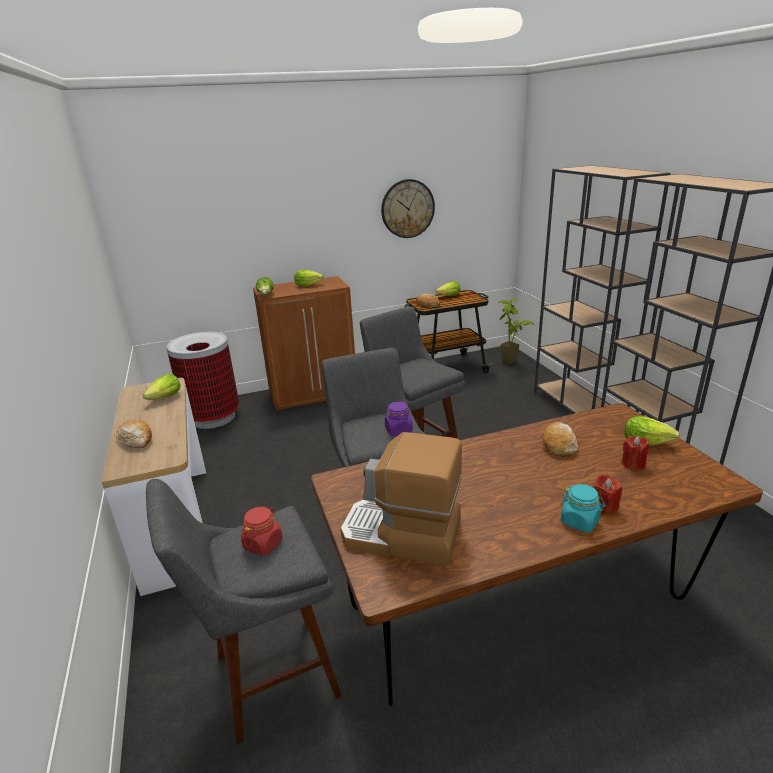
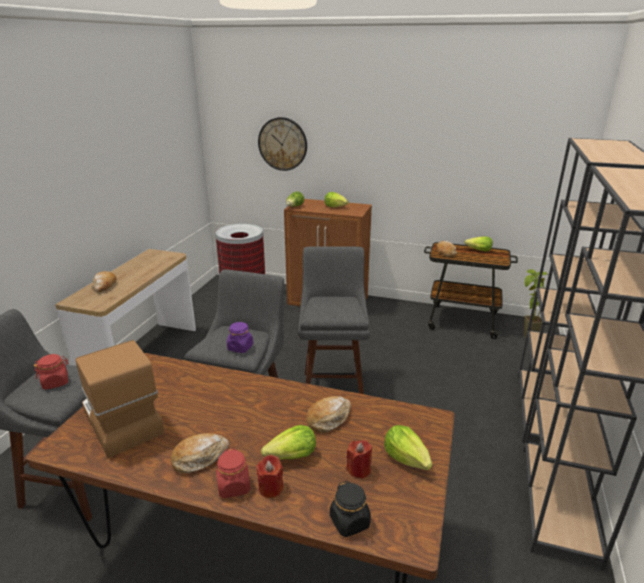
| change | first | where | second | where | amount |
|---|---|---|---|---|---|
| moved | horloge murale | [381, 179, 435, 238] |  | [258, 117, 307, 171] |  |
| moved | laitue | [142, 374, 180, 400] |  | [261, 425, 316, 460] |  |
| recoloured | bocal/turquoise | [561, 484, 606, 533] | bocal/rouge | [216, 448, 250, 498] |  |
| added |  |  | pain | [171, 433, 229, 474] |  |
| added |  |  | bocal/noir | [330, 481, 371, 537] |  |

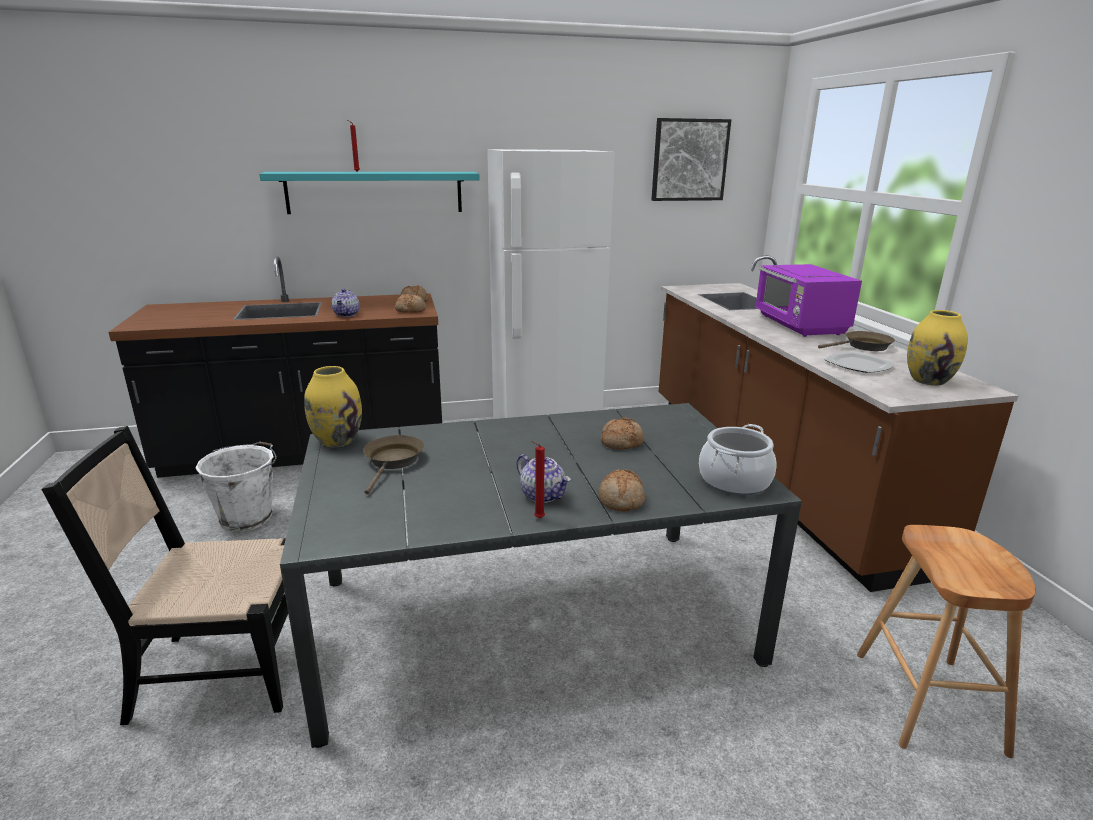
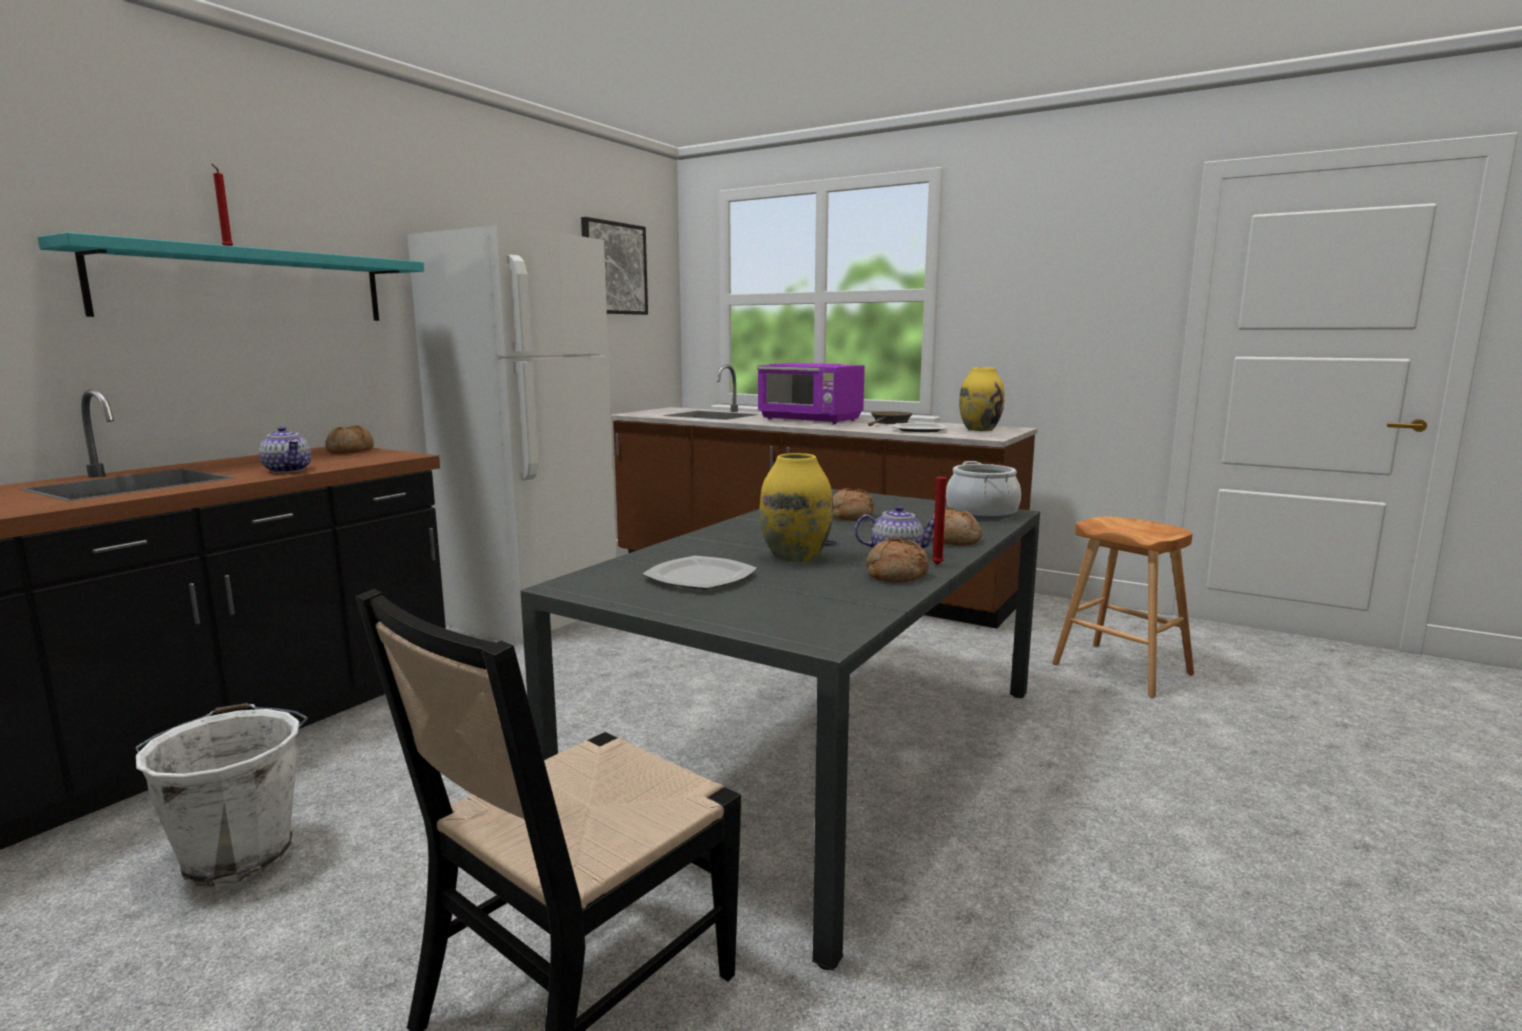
| change | first | where | second | where | amount |
|---|---|---|---|---|---|
| moved | pain | [395, 293, 426, 313] |  | [866, 538, 929, 583] |  |
| moved | vase/jaune | [304, 366, 362, 447] |  | [760, 453, 833, 562] |  |
| replaced | poêle/marron | [363, 435, 424, 494] | assiette | [643, 556, 757, 589] |  |

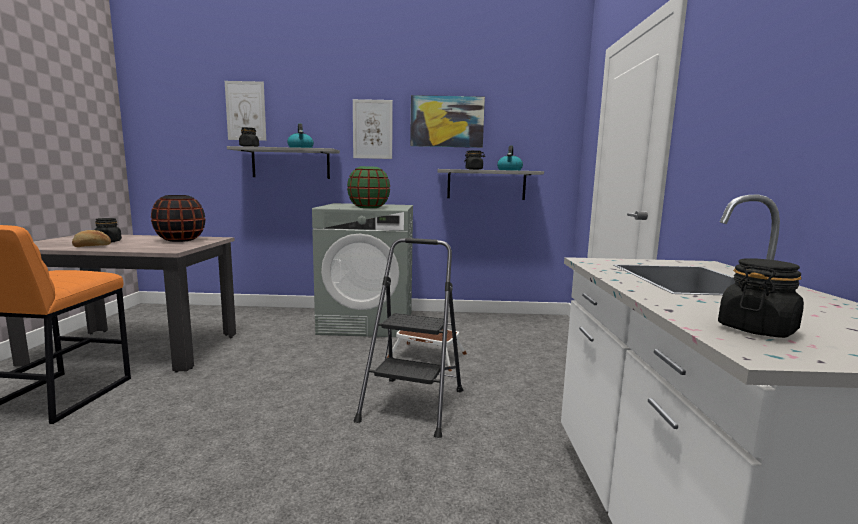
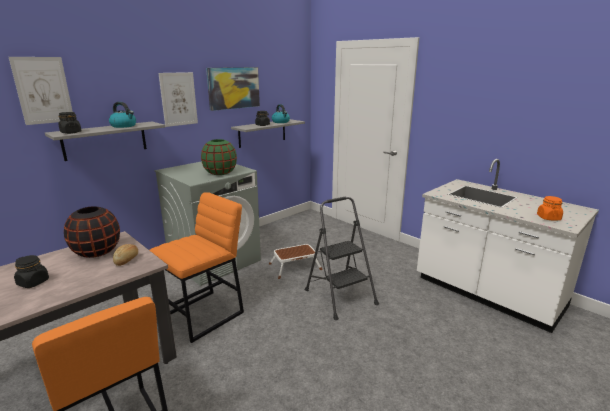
| change | first | where | second | where | amount |
|---|---|---|---|---|---|
| moved | pain | [72, 230, 111, 247] |  | [113, 244, 138, 266] |  |
| recoloured | bocal/noir | [718, 258, 804, 338] | bocal/orange | [537, 196, 563, 220] |  |
| added |  |  | chaise/orange | [150, 192, 244, 343] |  |

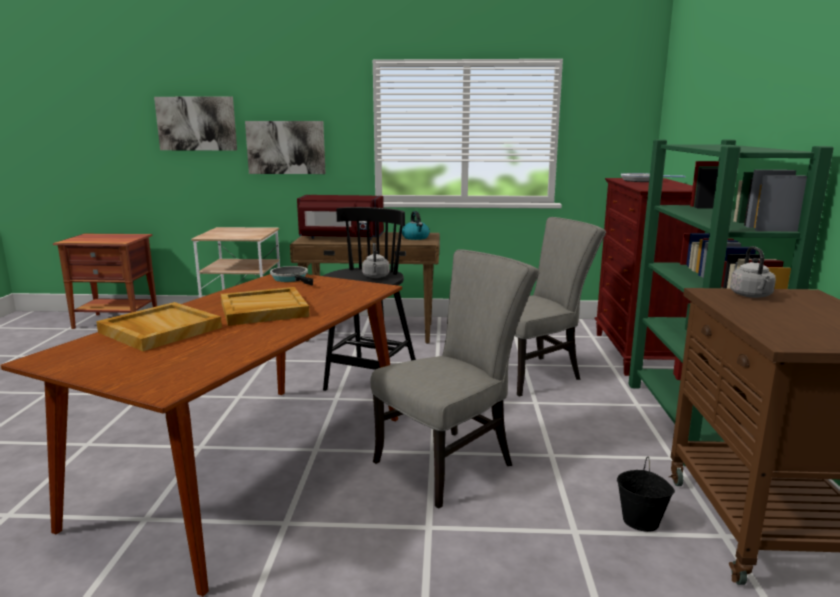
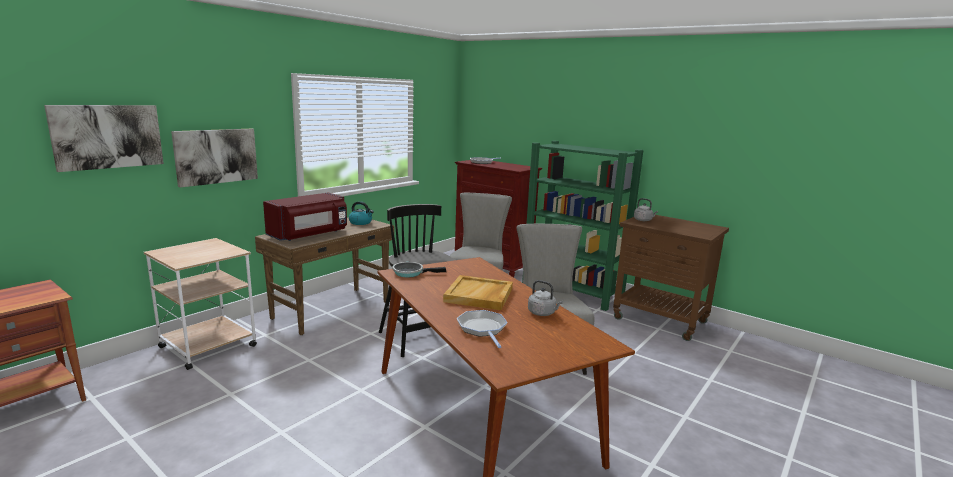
| change | first | where | second | where | amount |
|---|---|---|---|---|---|
| moved | bouilloire/gris | [362, 243, 390, 278] |  | [528, 280, 563, 316] |  |
| replaced | plateau/beige | [96, 302, 222, 351] | poêle | [457, 310, 507, 348] |  |
| removed | seau/noir | [617, 456, 675, 532] |  |  |  |

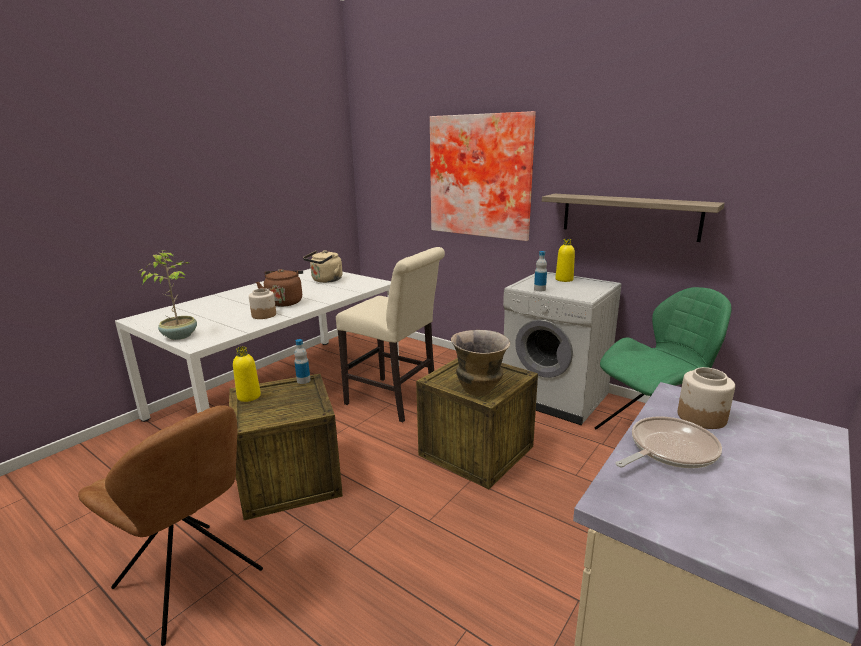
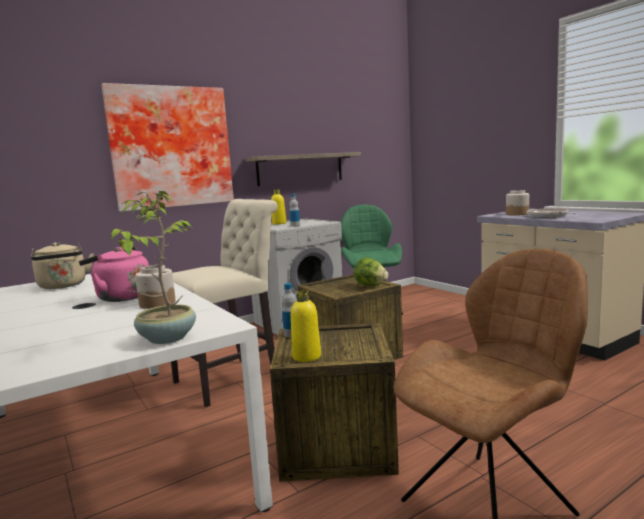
| change | first | where | second | where | amount |
|---|---|---|---|---|---|
| recoloured | bouilloire/marron | [256, 269, 303, 307] | bouilloire/rose | [79, 246, 149, 302] |  |
| replaced | vase | [451, 330, 510, 396] | laitue | [354, 258, 388, 286] |  |

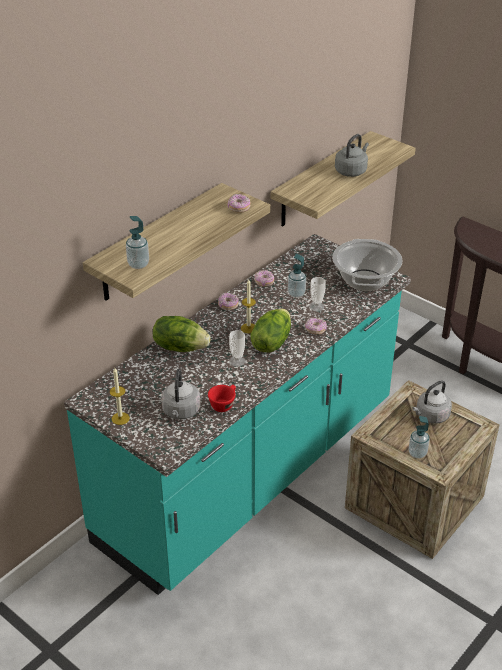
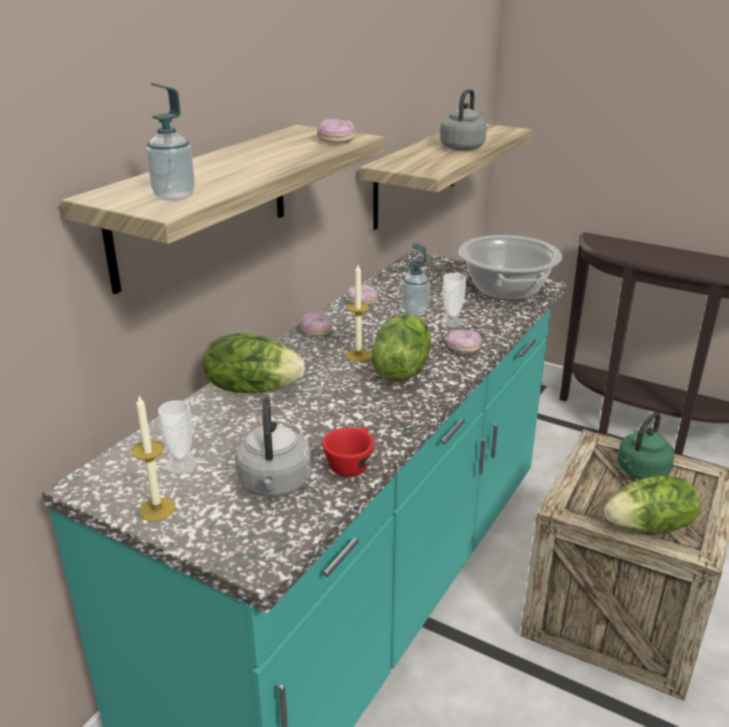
| change | first | where | second | where | amount |
|---|---|---|---|---|---|
| moved | tasse | [229, 330, 245, 367] |  | [158, 400, 197, 474] |  |
| recoloured | bouilloire/gris | [412, 380, 452, 424] | bouilloire/vert | [617, 412, 674, 479] |  |
| replaced | distributeur de savon | [409, 416, 430, 459] | laitue | [605, 475, 701, 533] |  |

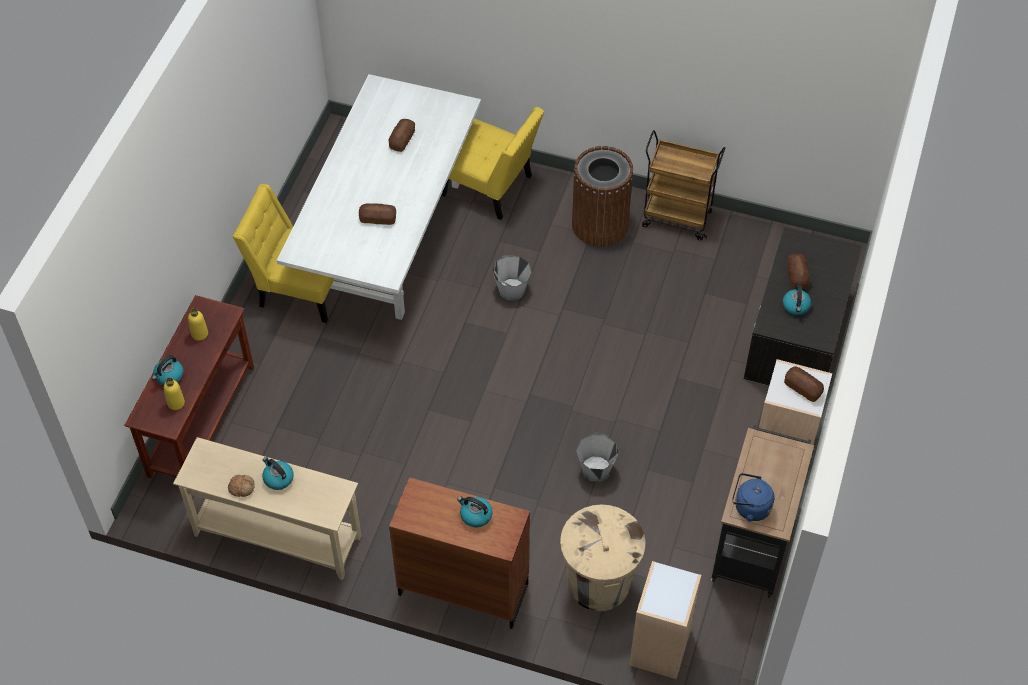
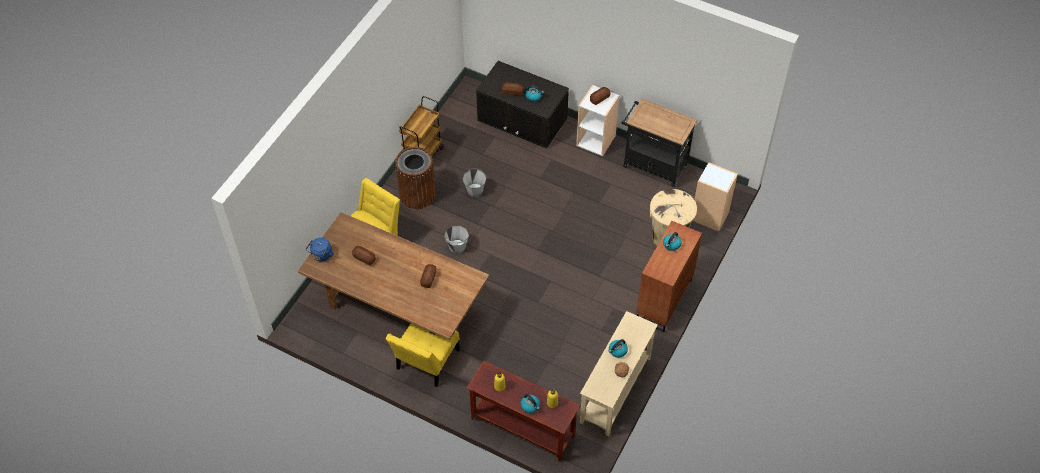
| change | first | where | second | where | amount |
|---|---|---|---|---|---|
| recoloured | table à manger/blanc | [277, 74, 481, 320] | table à manger/marron | [298, 212, 489, 340] |  |
| moved | seau/gris | [576, 432, 619, 482] |  | [463, 168, 486, 197] |  |
| moved | bouilloire/bleu | [732, 473, 775, 522] |  | [306, 237, 334, 261] |  |

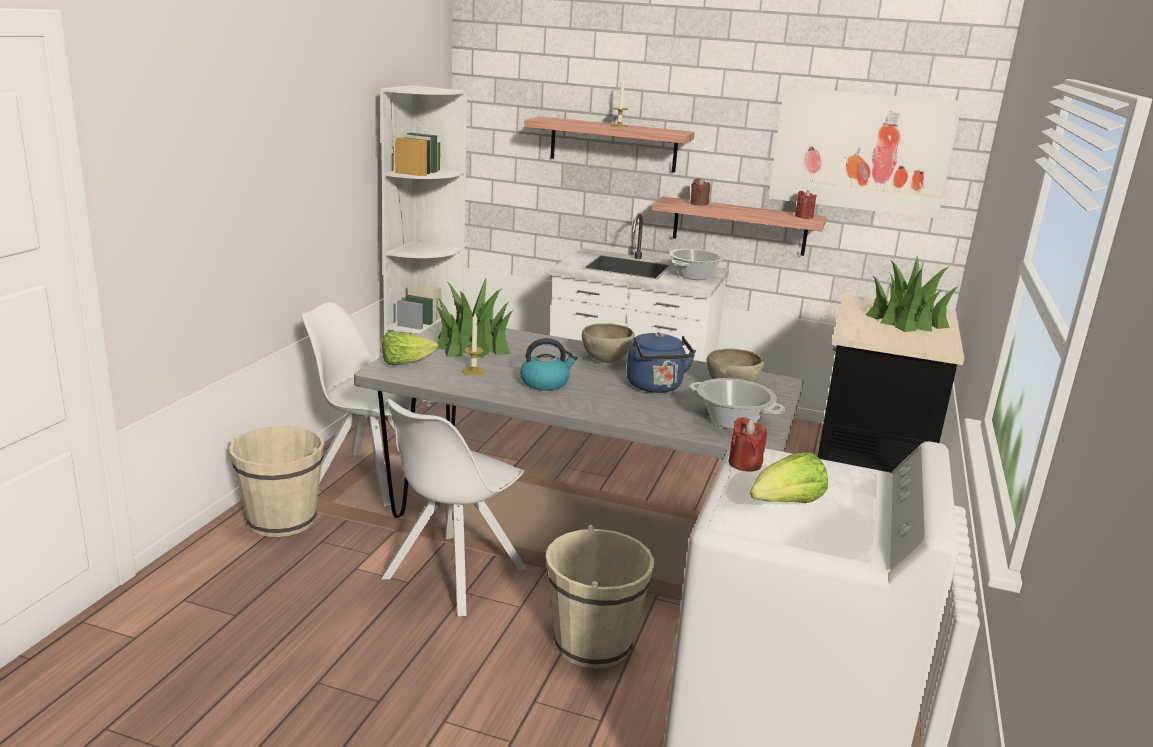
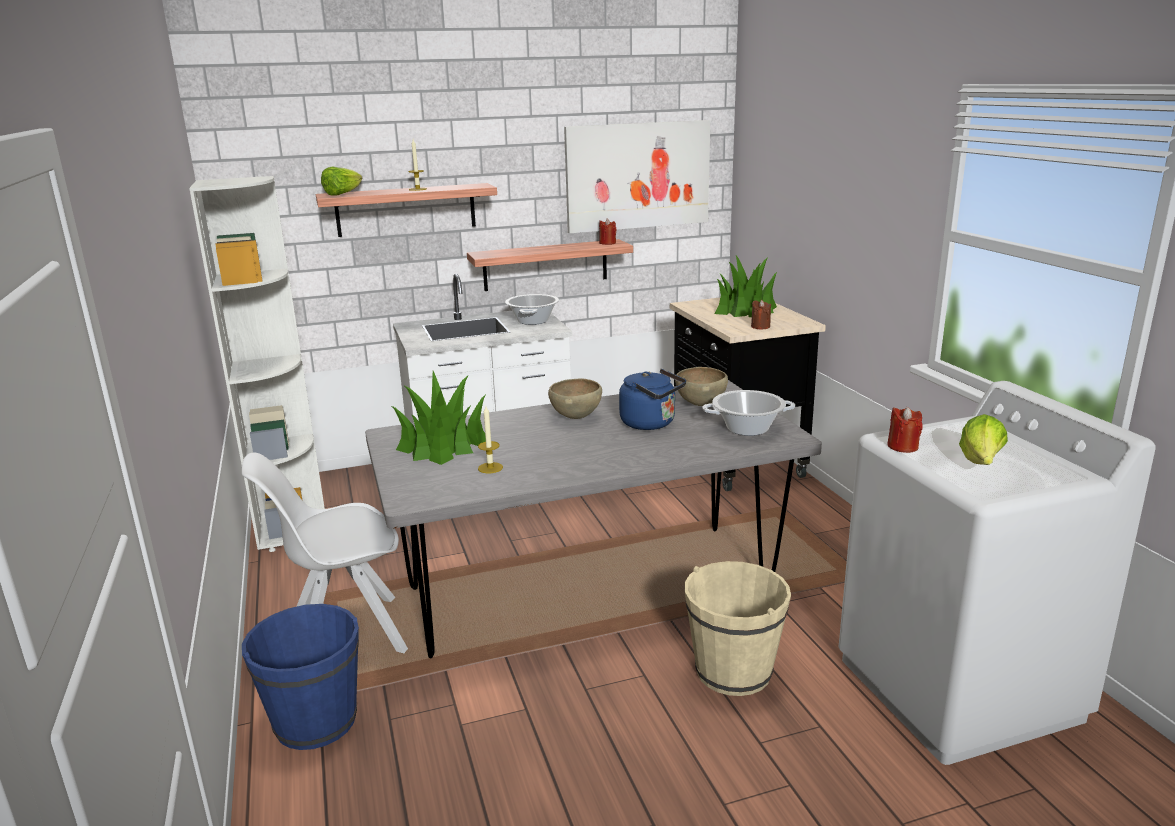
| change | first | where | second | where | amount |
|---|---|---|---|---|---|
| moved | bougie/marron | [690, 178, 711, 206] |  | [751, 300, 771, 330] |  |
| moved | laitue | [382, 331, 439, 366] |  | [321, 167, 363, 196] |  |
| removed | bouilloire | [520, 338, 578, 391] |  |  |  |
| removed | chaise/blanc | [381, 399, 527, 616] |  |  |  |
| recoloured | seau/beige | [230, 426, 324, 537] | seau/bleu | [242, 604, 359, 750] |  |

